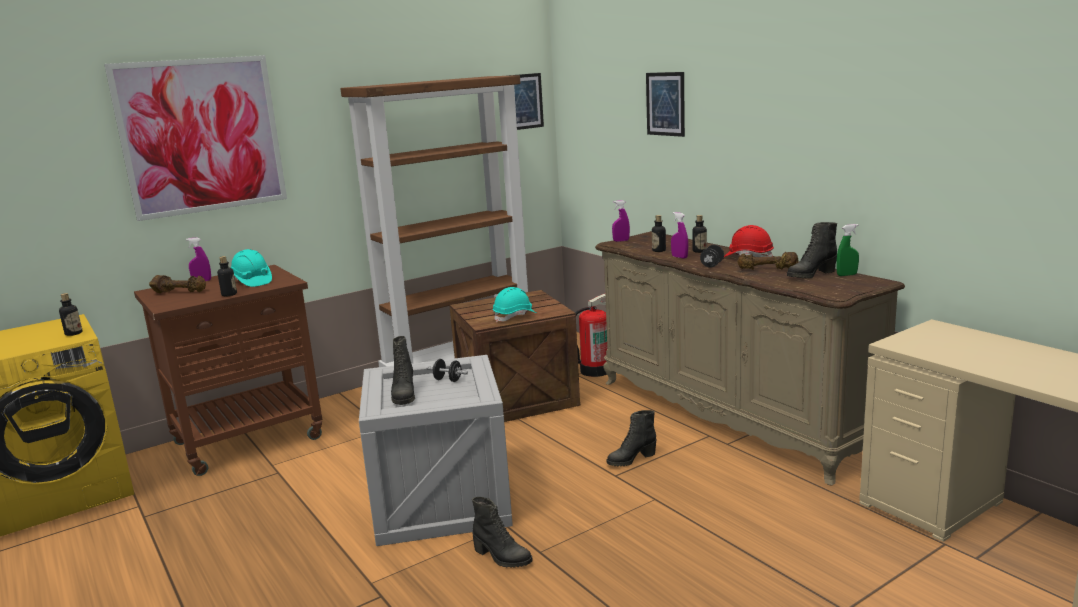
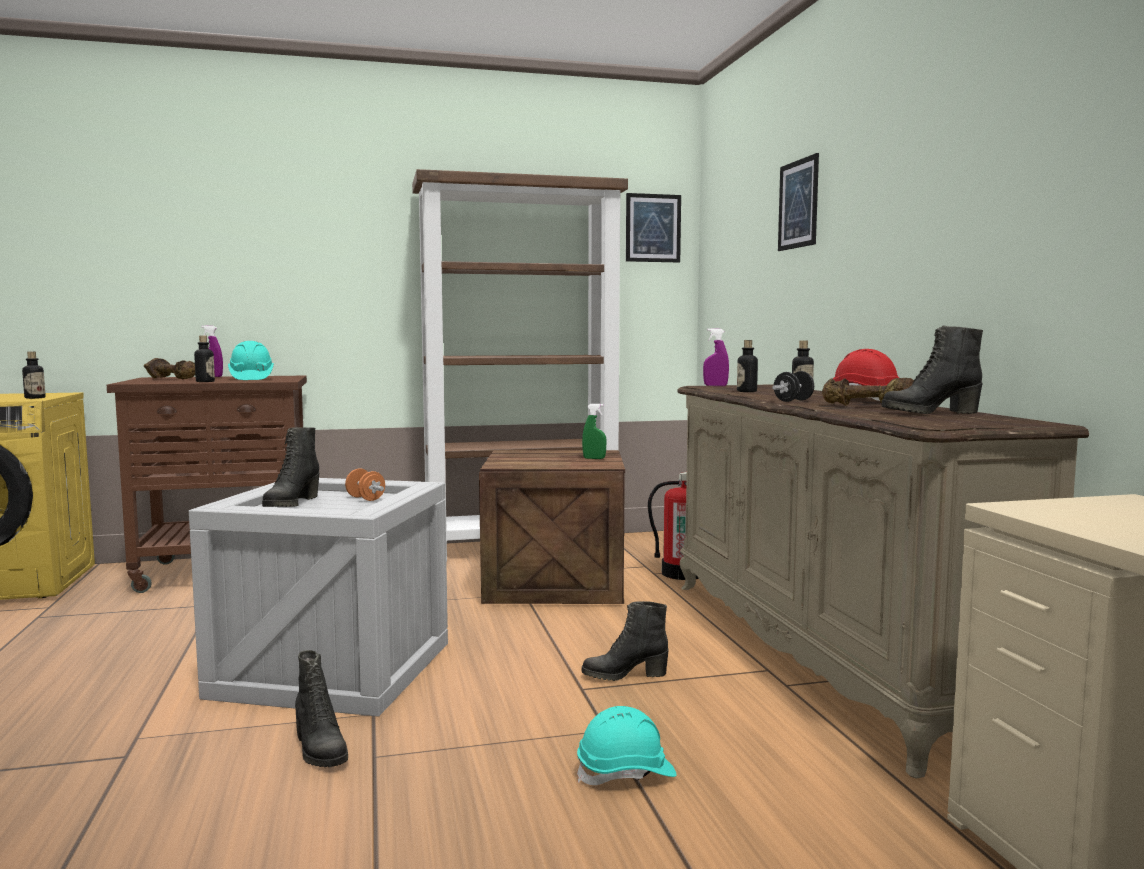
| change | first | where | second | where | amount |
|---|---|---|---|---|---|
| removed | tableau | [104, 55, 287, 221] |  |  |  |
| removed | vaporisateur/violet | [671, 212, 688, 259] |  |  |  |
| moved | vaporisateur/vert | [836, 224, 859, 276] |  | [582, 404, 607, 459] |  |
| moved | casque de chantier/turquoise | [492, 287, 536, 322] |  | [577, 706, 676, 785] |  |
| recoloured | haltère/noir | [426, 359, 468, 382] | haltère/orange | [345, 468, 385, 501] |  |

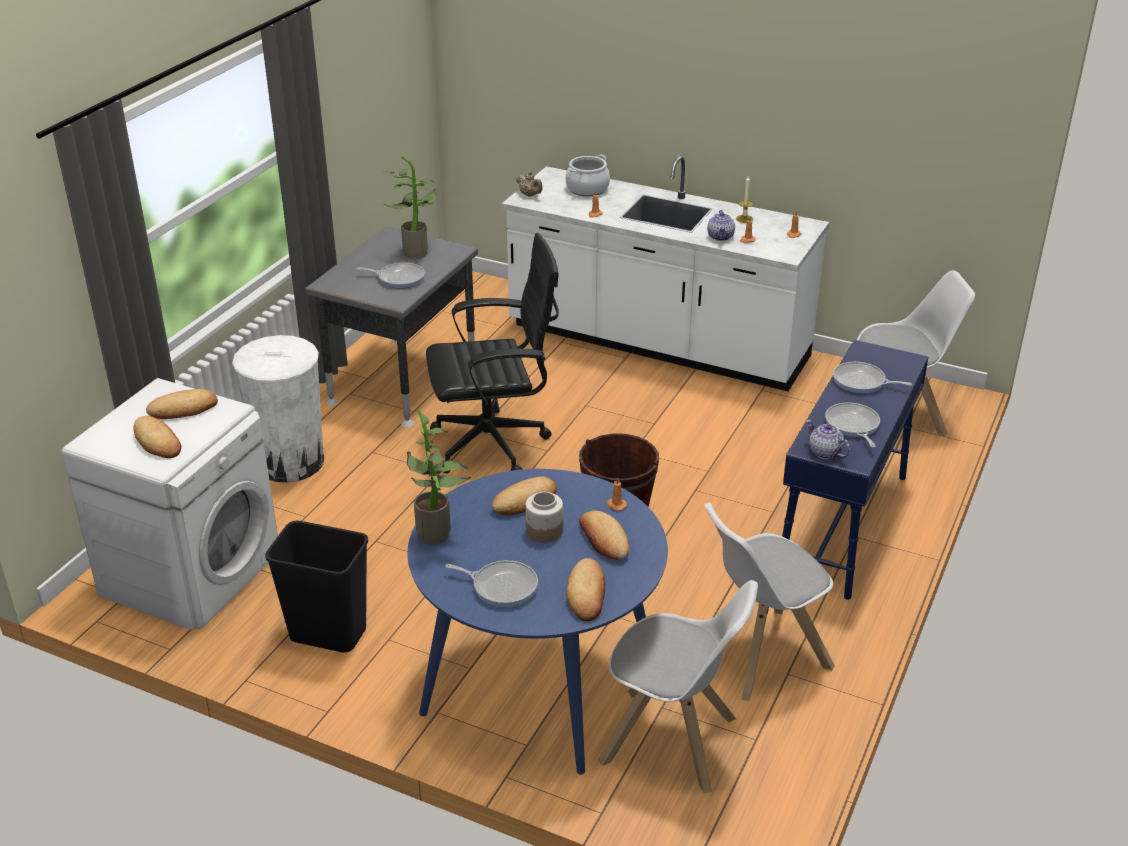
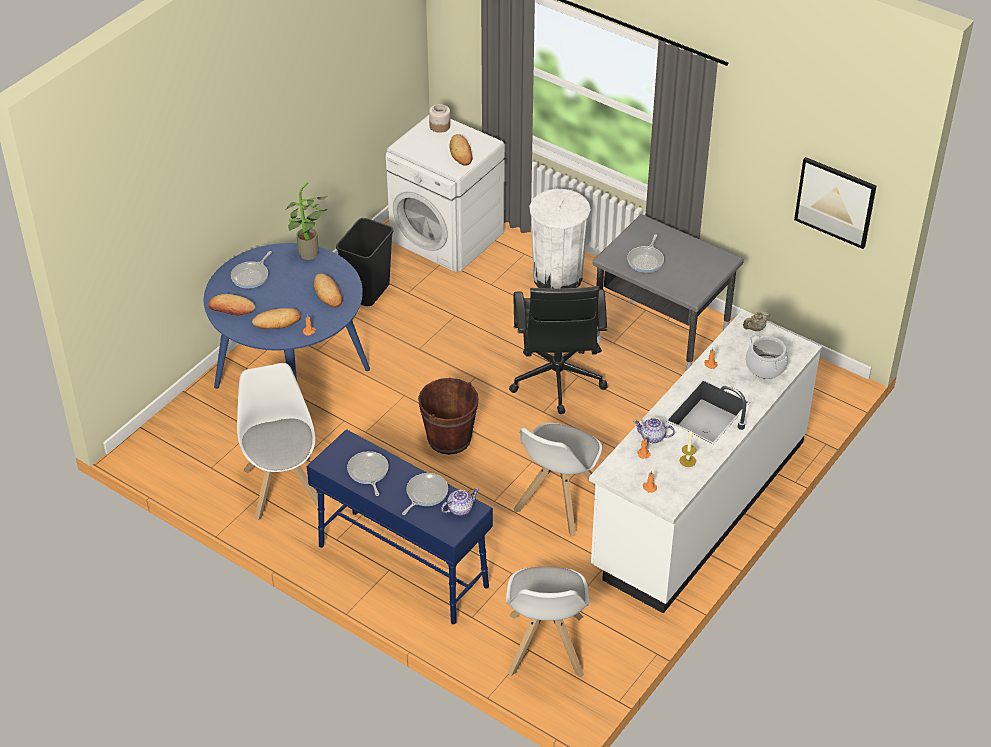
| change | first | where | second | where | amount |
|---|---|---|---|---|---|
| removed | plante en pot | [383, 156, 436, 259] |  |  |  |
| turned | poêle | [825, 402, 880, 448] |  | [347, 451, 389, 496] | 105 degrees counterclockwise |
| removed | pain | [133, 416, 181, 458] |  |  |  |
| moved | théière | [806, 420, 850, 459] |  | [441, 488, 479, 516] |  |
| moved | bocal | [525, 492, 563, 542] |  | [429, 104, 450, 133] |  |
| moved | chaise | [598, 580, 758, 793] |  | [514, 423, 602, 537] |  |
| added |  |  | tableau | [794, 157, 876, 249] |  |

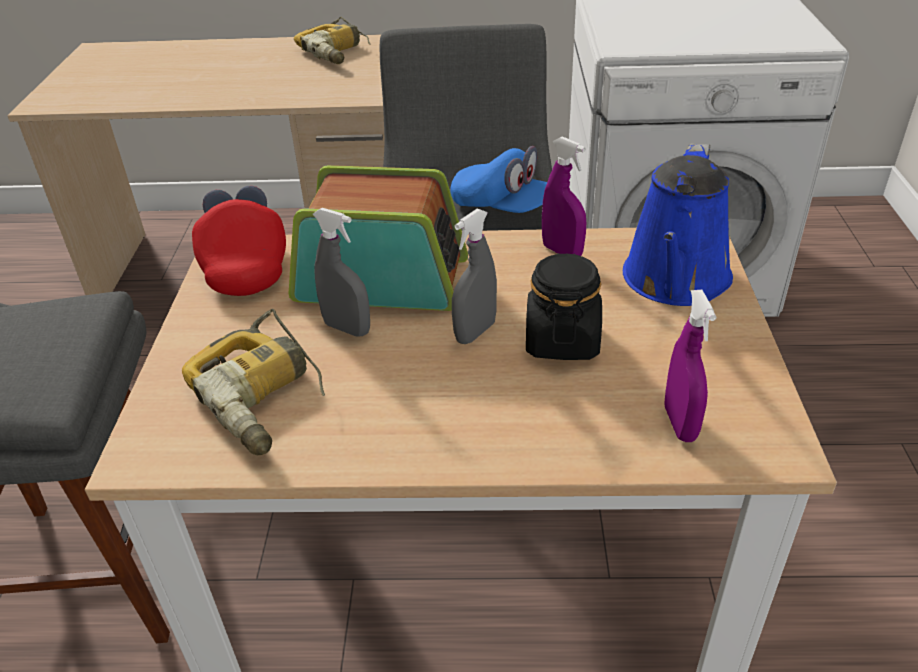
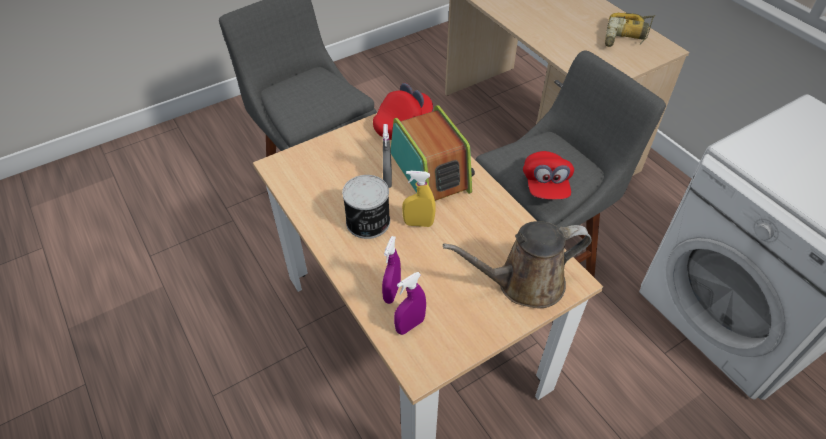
| change | first | where | second | where | amount |
|---|---|---|---|---|---|
| moved | vaporisateur/violet | [542, 137, 586, 256] |  | [382, 236, 401, 304] |  |
| recoloured | arrosoir/bleu | [623, 144, 733, 306] | arrosoir/marron | [443, 221, 592, 309] |  |
| recoloured | casquette/bleu | [451, 146, 547, 213] | casquette/rouge | [523, 151, 574, 199] |  |
| recoloured | vaporisateur/gris | [452, 209, 497, 344] | vaporisateur/jaune | [402, 171, 435, 227] |  |
| removed | bocal/noir | [526, 253, 602, 360] |  |  |  |
| removed | perceuse | [182, 309, 325, 455] |  |  |  |
| added |  |  | boîte métallique | [342, 175, 390, 239] |  |

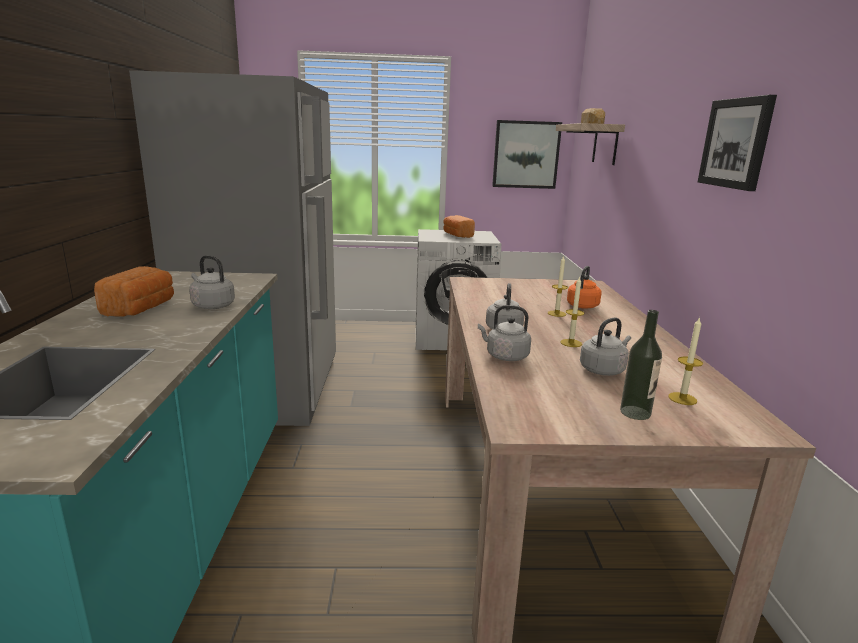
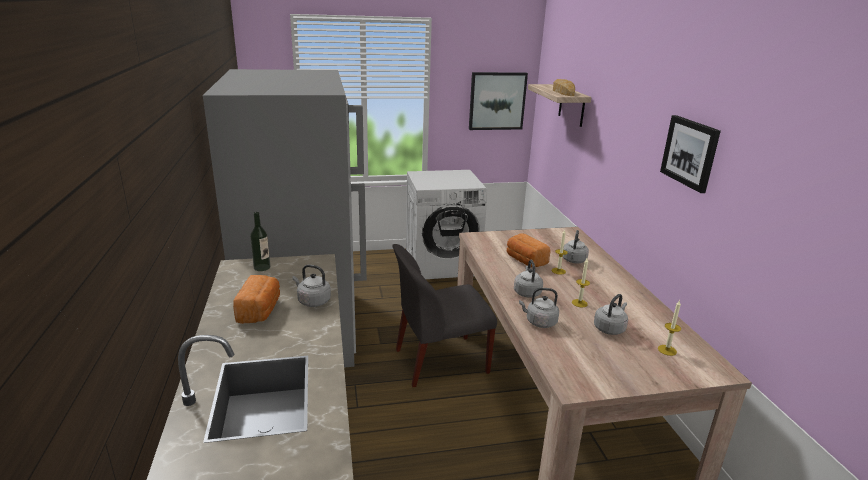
| change | first | where | second | where | amount |
|---|---|---|---|---|---|
| moved | pain | [443, 215, 475, 238] |  | [507, 233, 551, 267] |  |
| recoloured | bouilloire/orange | [567, 266, 602, 309] | bouilloire/gris | [563, 230, 589, 263] |  |
| moved | bouteille | [620, 310, 662, 420] |  | [250, 212, 270, 271] |  |
| added |  |  | chaise/gris | [392, 244, 497, 387] |  |

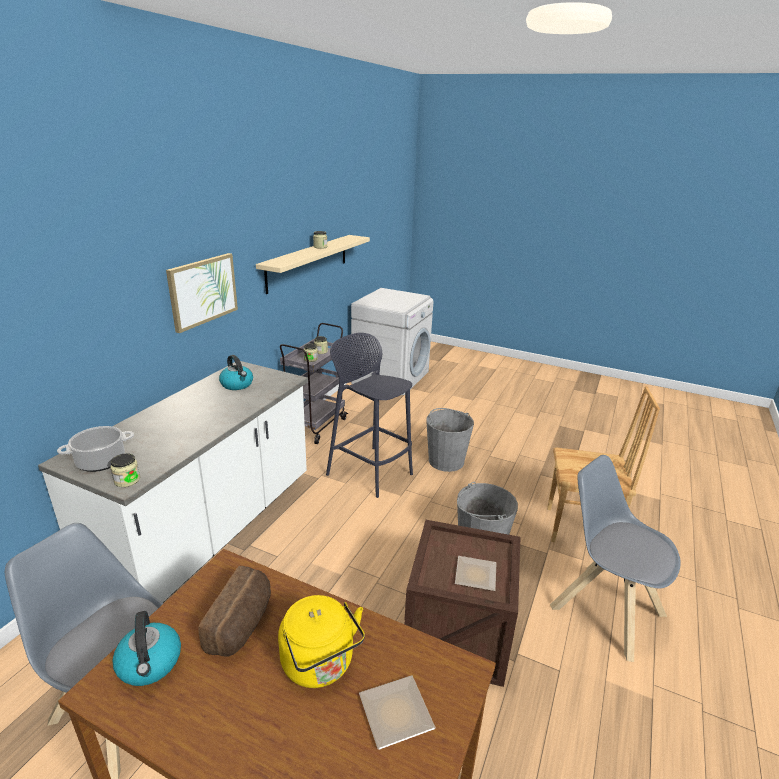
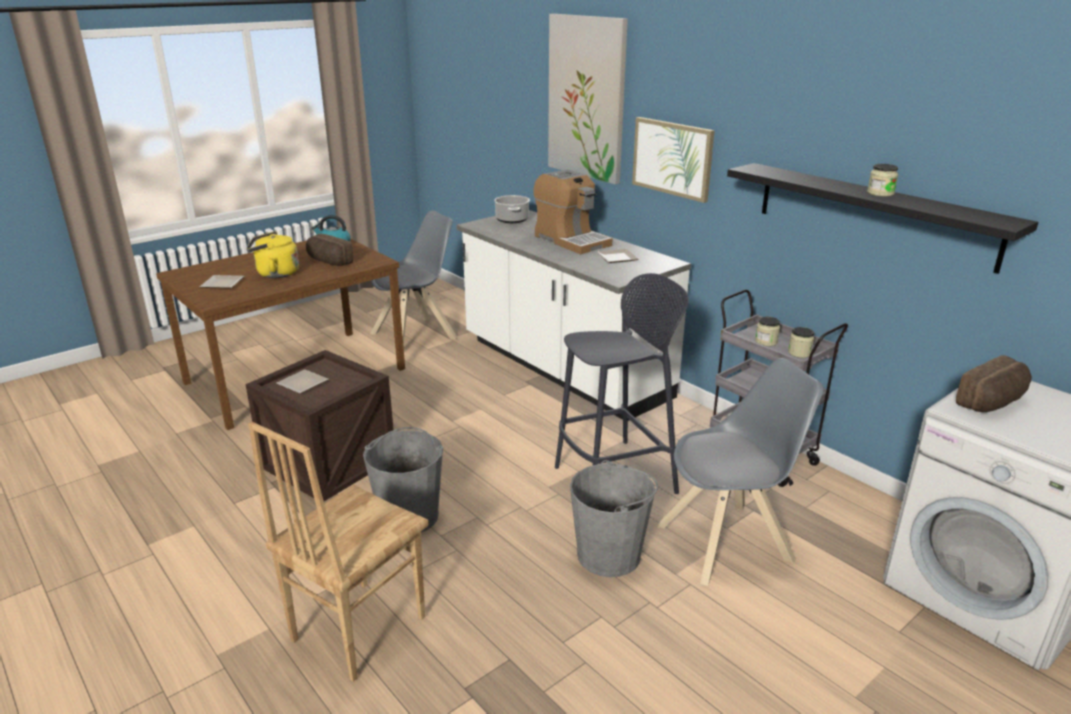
| change | first | where | second | where | amount |
|---|---|---|---|---|---|
| recoloured | étagère/beige | [256, 235, 370, 294] | étagère/noir | [727, 163, 1039, 274] |  |
| replaced | bouilloire | [219, 355, 253, 390] | assiette | [597, 249, 638, 263] |  |
| removed | bocal | [110, 453, 140, 487] |  |  |  |
| moved | chaise/gris | [550, 455, 681, 662] |  | [656, 358, 823, 586] |  |
| added |  |  | tableau | [548, 14, 628, 184] |  |
| added |  |  | machine à café | [534, 169, 613, 254] |  |
| added |  |  | pain | [956, 355, 1032, 412] |  |

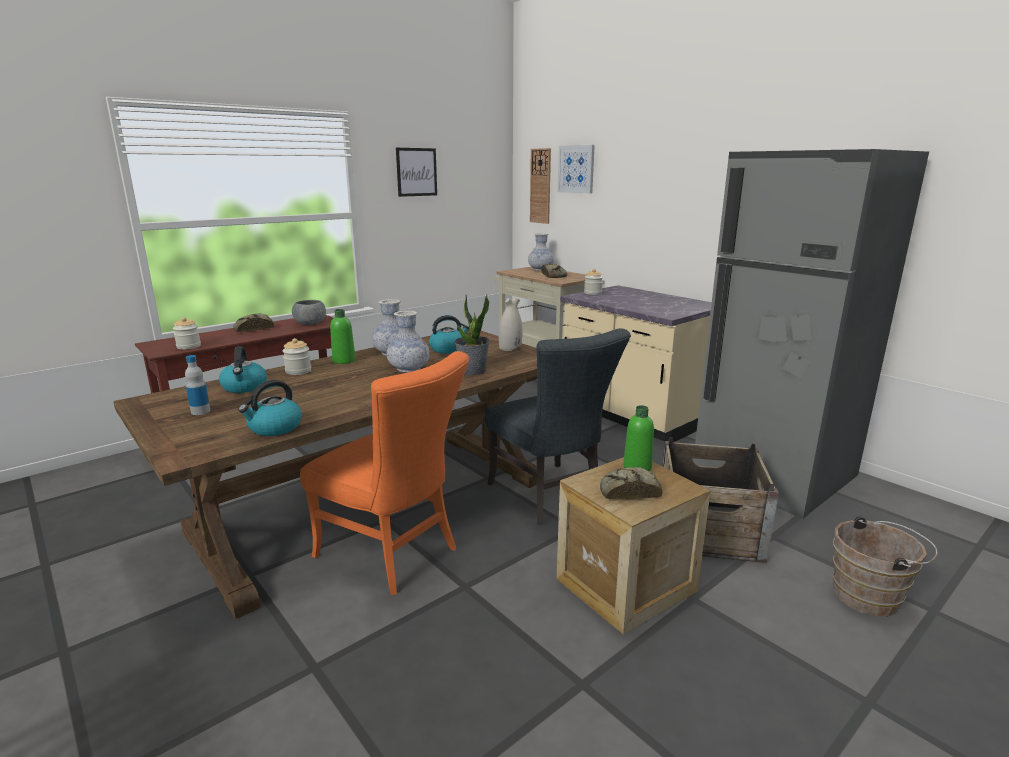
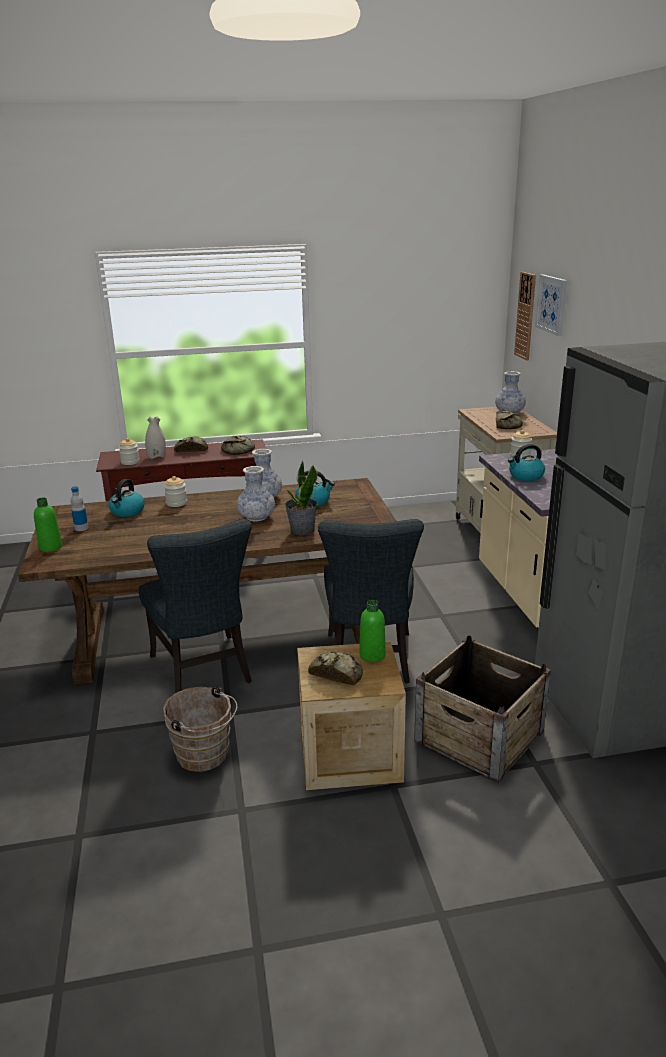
| change | first | where | second | where | amount |
|---|---|---|---|---|---|
| removed | tableau | [396, 148, 437, 197] |  |  |  |
| moved | vase/blanc | [498, 298, 523, 351] |  | [145, 417, 166, 459] |  |
| replaced | bol/gris | [292, 300, 326, 325] | pain | [221, 436, 255, 455] |  |
| moved | bouteille/vert | [330, 309, 355, 364] |  | [34, 498, 62, 552] |  |
| recoloured | chaise/orange | [300, 351, 470, 595] | chaise/gris | [139, 519, 252, 693] |  |
| moved | bouilloire | [238, 380, 302, 436] |  | [508, 444, 545, 481] |  |
| moved | seau/marron | [833, 516, 937, 617] |  | [163, 686, 237, 772] |  |

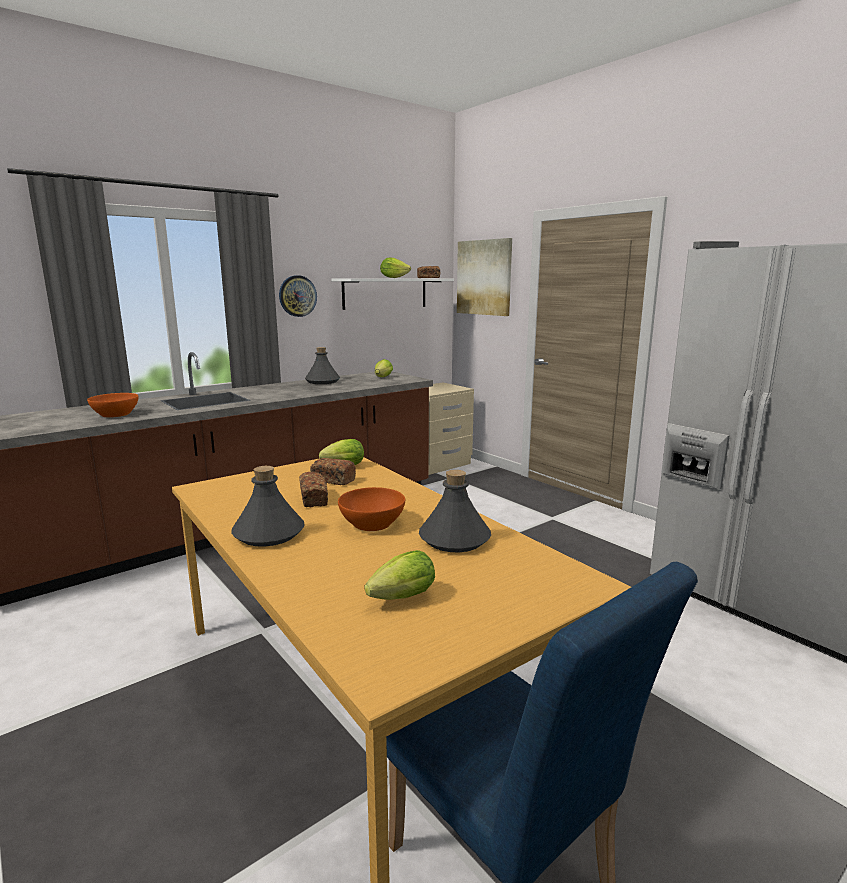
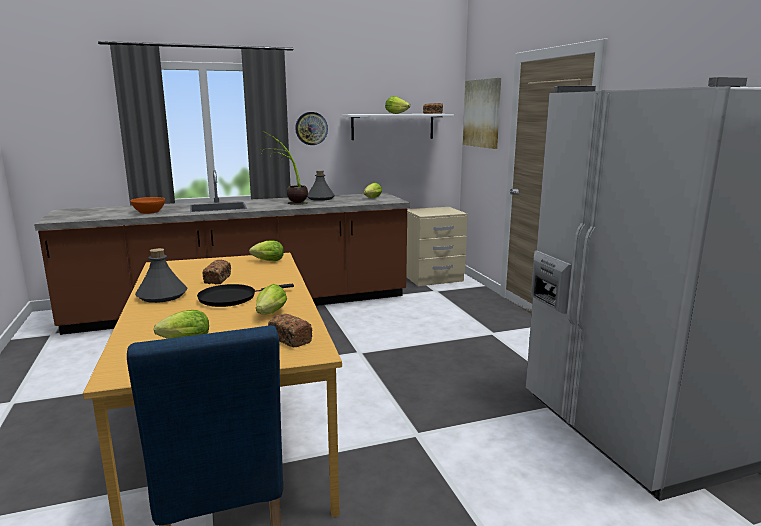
| change | first | where | second | where | amount |
|---|---|---|---|---|---|
| moved | pain | [310, 458, 356, 485] |  | [268, 314, 312, 347] |  |
| replaced | bouteille/gris | [419, 470, 491, 552] | laitue | [256, 284, 287, 315] |  |
| replaced | bol/orange | [338, 487, 405, 531] | poêle/noir | [197, 284, 294, 307] |  |
| added |  |  | plante en pot | [260, 131, 308, 205] |  |

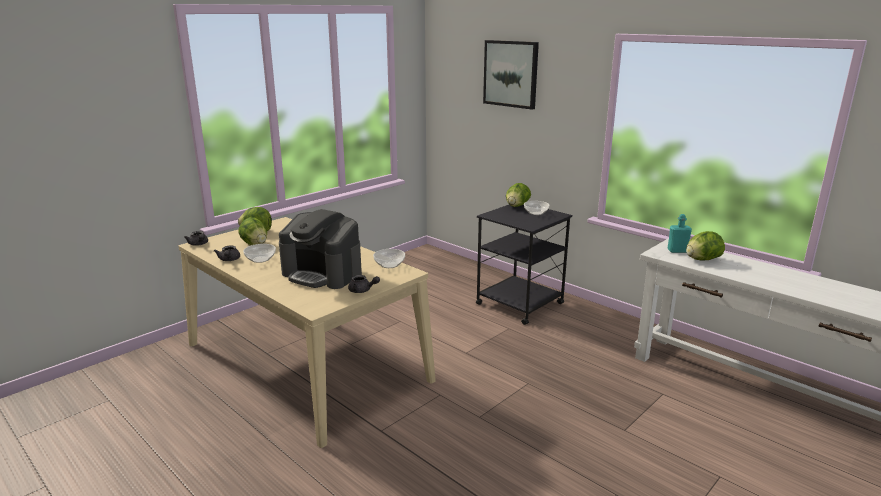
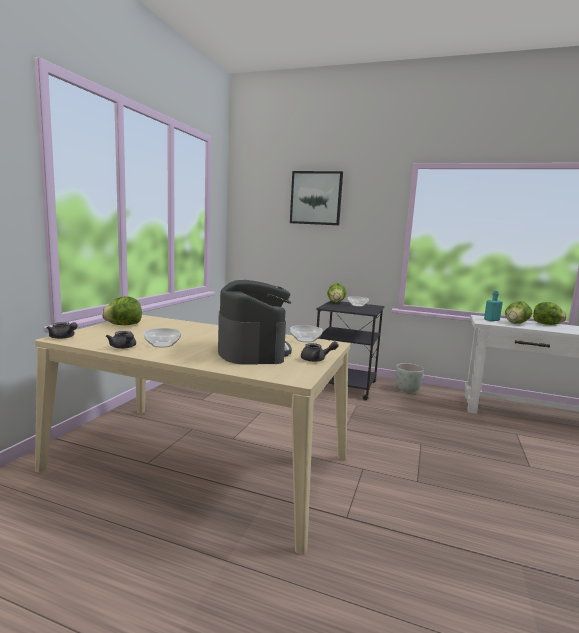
| change | first | where | second | where | amount |
|---|---|---|---|---|---|
| turned | machine à café | [279, 209, 362, 289] |  | [218, 280, 292, 365] | 105 degrees counterclockwise |
| moved | laitue | [238, 217, 267, 245] |  | [533, 302, 567, 325] |  |
| added |  |  | cache-pot/gris | [396, 363, 424, 392] |  |

